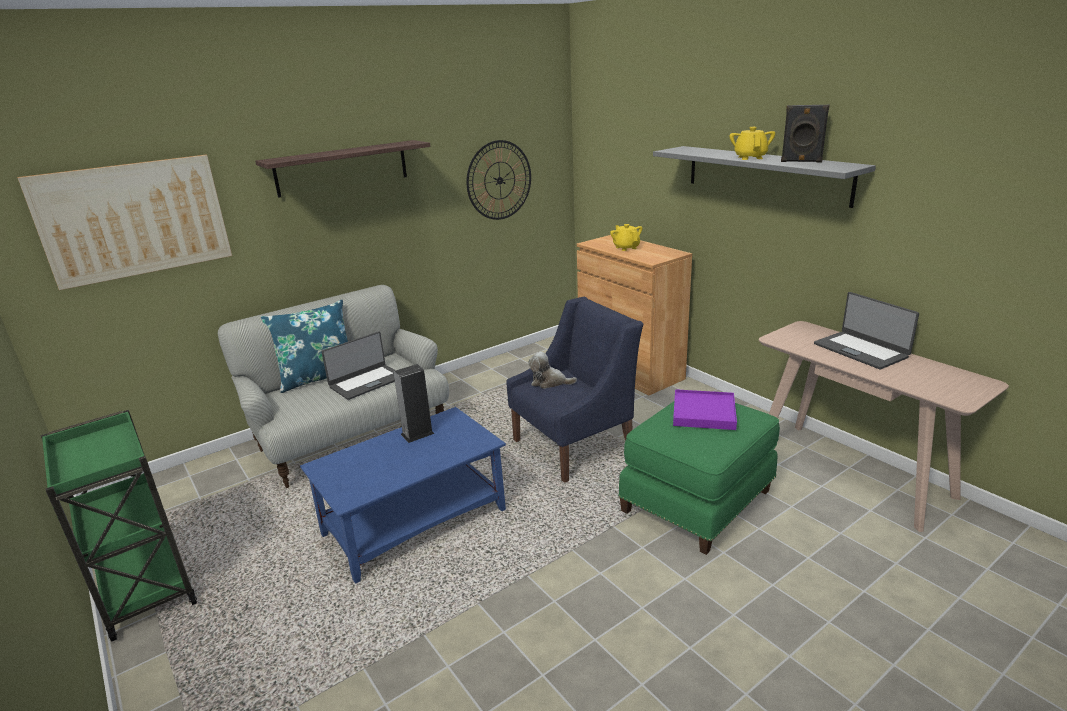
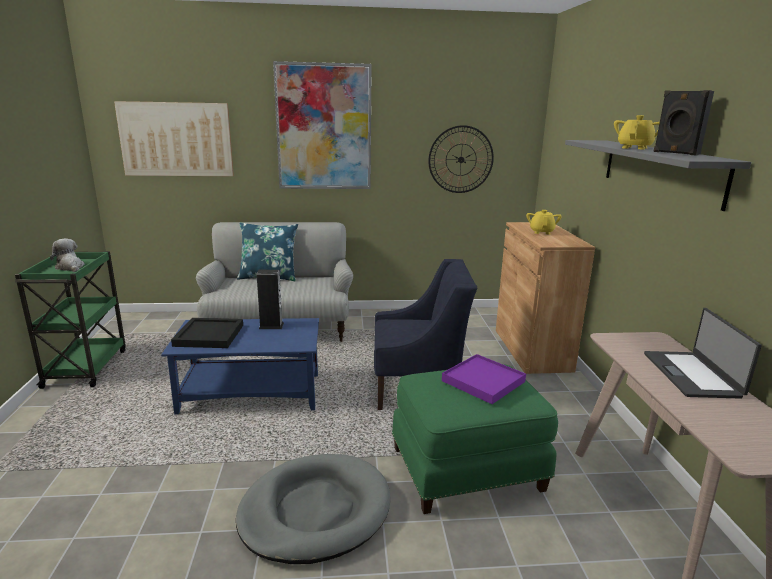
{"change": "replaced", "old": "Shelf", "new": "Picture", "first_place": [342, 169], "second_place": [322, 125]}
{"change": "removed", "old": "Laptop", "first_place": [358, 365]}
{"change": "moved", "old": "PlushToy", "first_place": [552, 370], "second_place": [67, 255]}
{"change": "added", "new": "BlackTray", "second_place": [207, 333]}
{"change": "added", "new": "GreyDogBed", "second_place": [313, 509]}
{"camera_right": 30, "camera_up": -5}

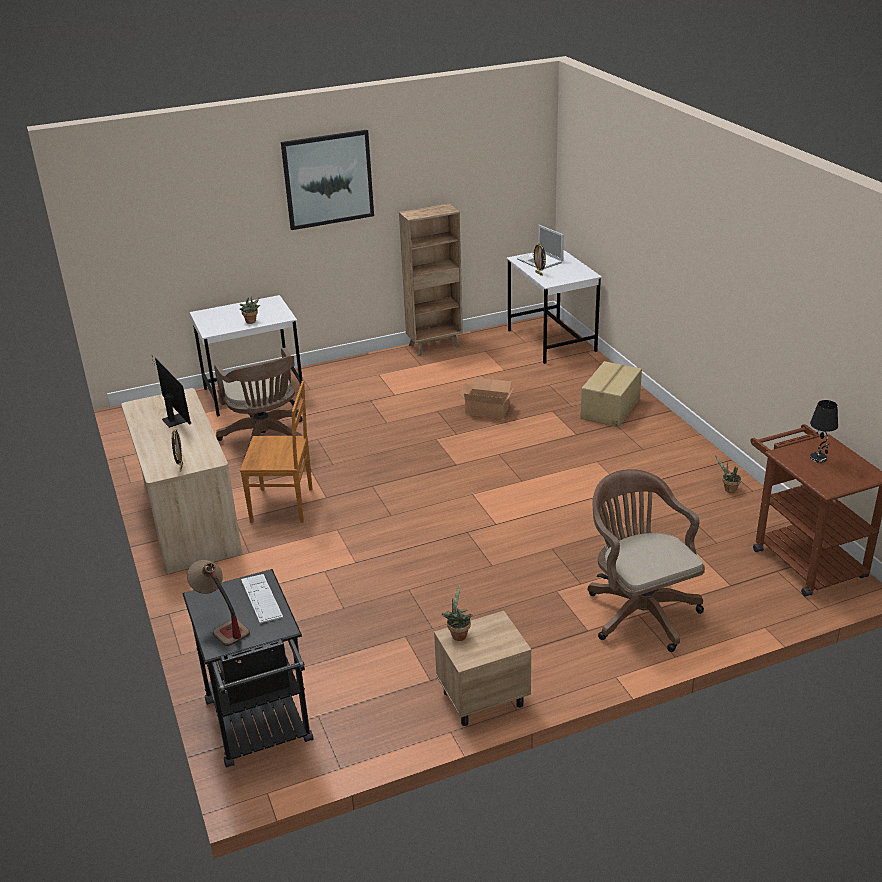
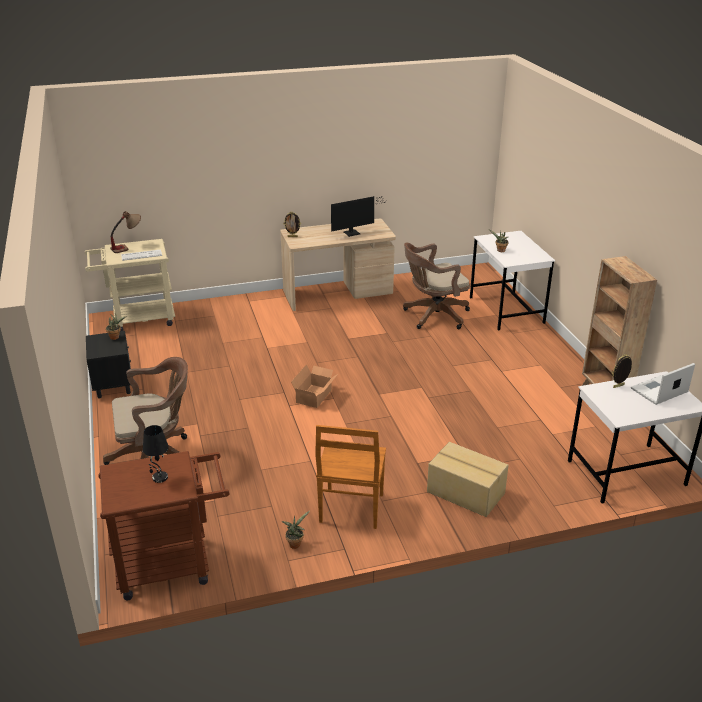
{"change": "removed", "old": "Picture", "first_place": [327, 180]}
{"change": "moved", "old": "CardboardBox", "first_place": [486, 398], "second_place": [315, 386]}
{"change": "moved", "old": "BrownChair", "first_place": [276, 452], "second_place": [350, 477]}
{"change": "recoloured", "old": "BlackCart", "new": "BeigeCart", "first_place": [247, 668], "second_place": [130, 285]}
{"change": "recoloured", "old": "BeigeNightstand", "new": "BlackNightstand", "first_place": [483, 668], "second_place": [108, 365]}
{"camera_right": 95, "camera_up": 0}

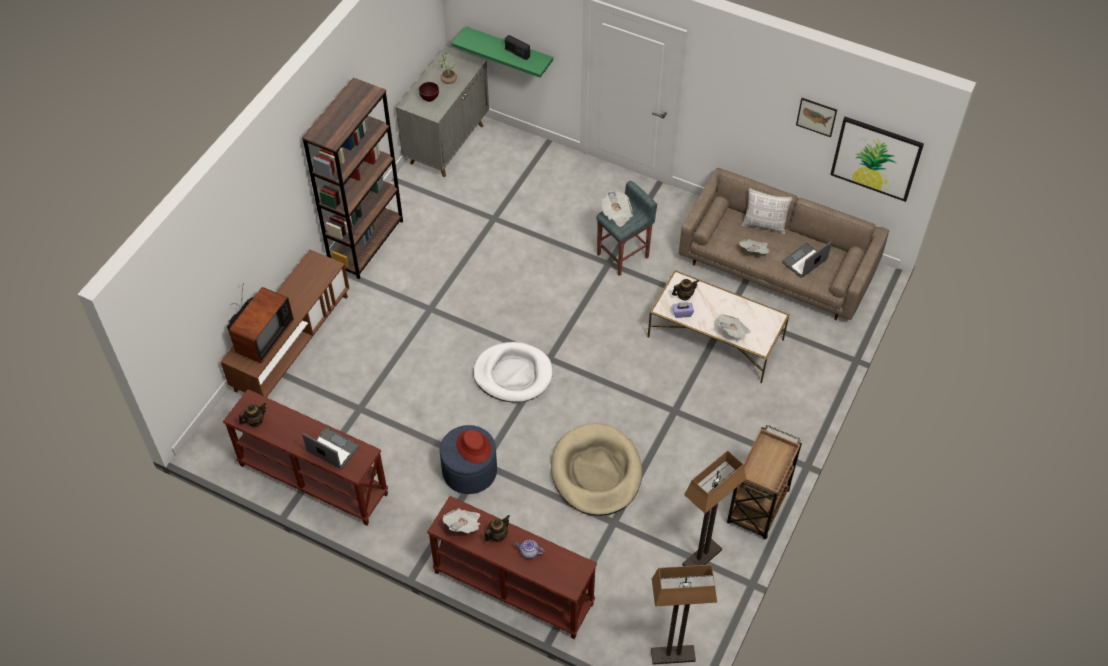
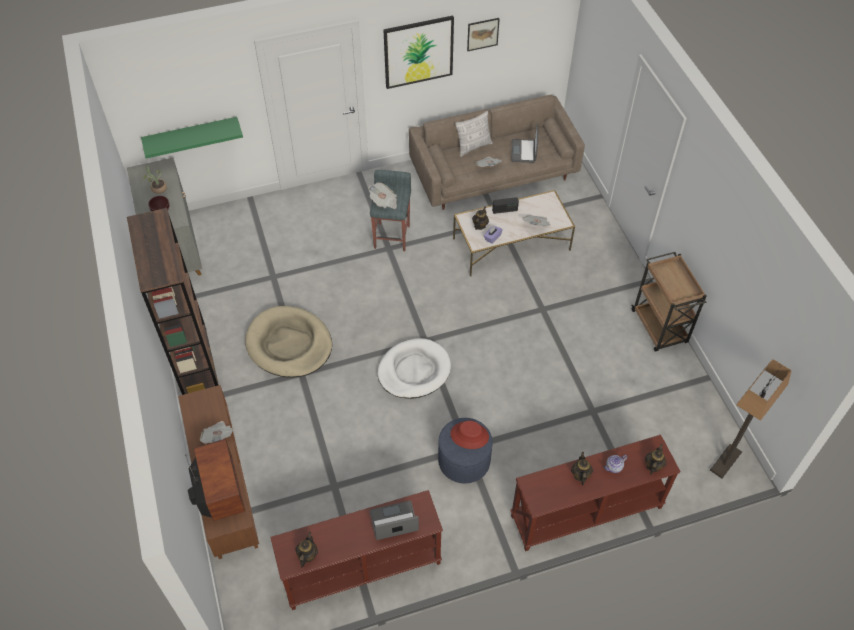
{"change": "moved", "old": "Radio", "first_place": [517, 47], "second_place": [505, 205]}
{"change": "moved", "old": "Picture", "first_place": [877, 159], "second_place": [418, 52]}
{"change": "moved", "old": "BeigeDogBed", "first_place": [596, 469], "second_place": [288, 342]}
{"change": "removed", "old": "FloorLamp", "first_place": [714, 508]}
{"change": "moved", "old": "Newspaper", "first_place": [461, 520], "second_place": [217, 432]}
{"change": "added", "new": "Teapot", "second_place": [656, 459]}
{"camera_right": -45, "camera_up": 0}

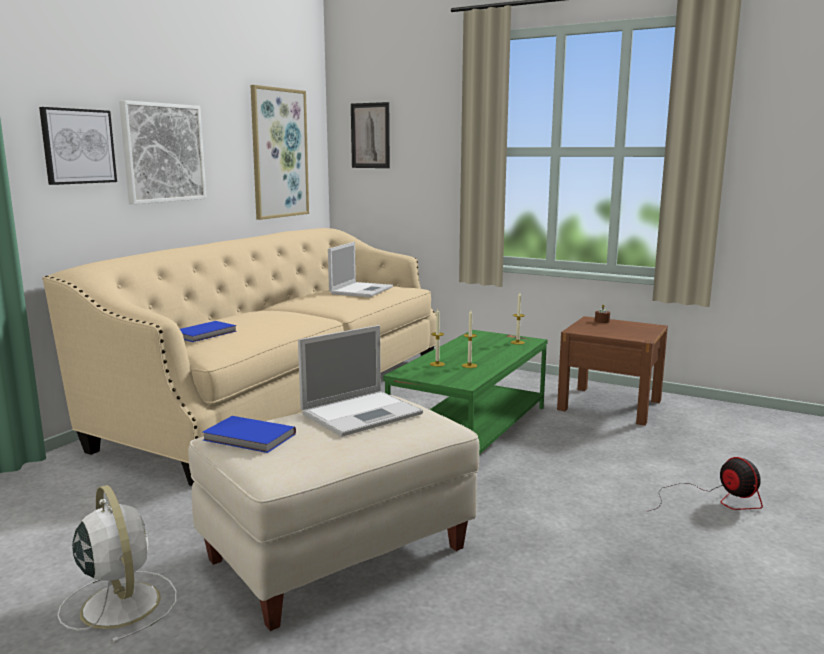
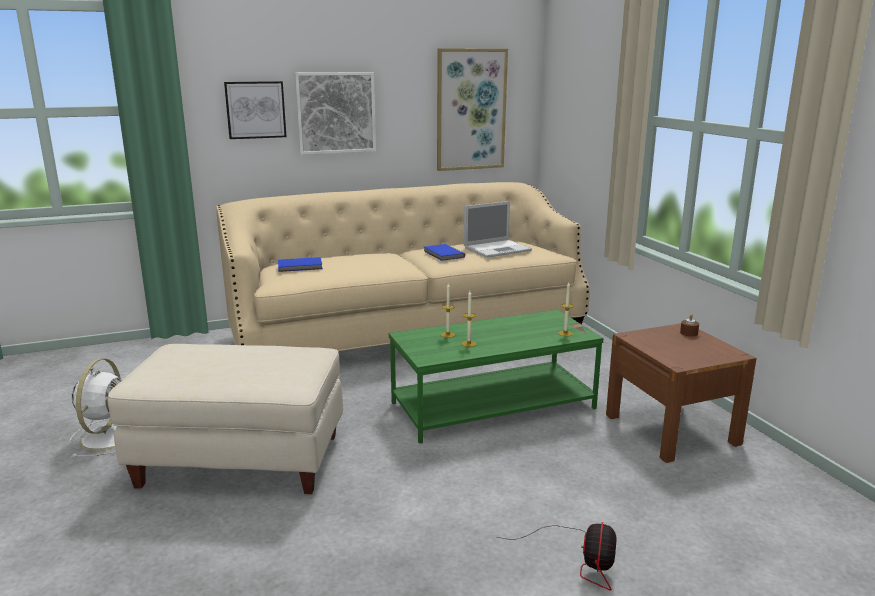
{"change": "removed", "old": "Picture", "first_place": [370, 135]}
{"change": "removed", "old": "Laptop", "first_place": [360, 381]}
{"change": "moved", "old": "BlueBook", "first_place": [249, 434], "second_place": [444, 252]}
{"camera_right": 40, "camera_up": 5}

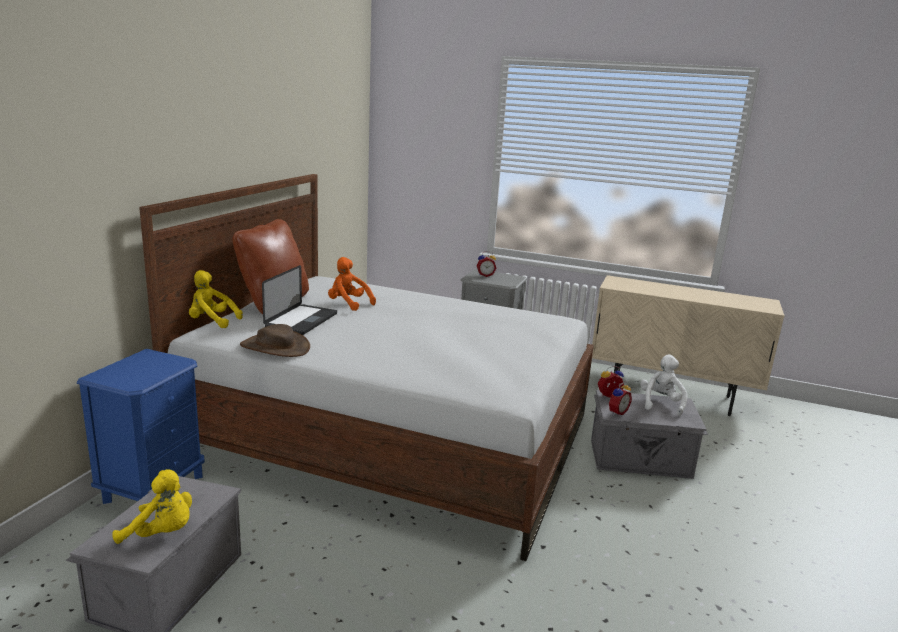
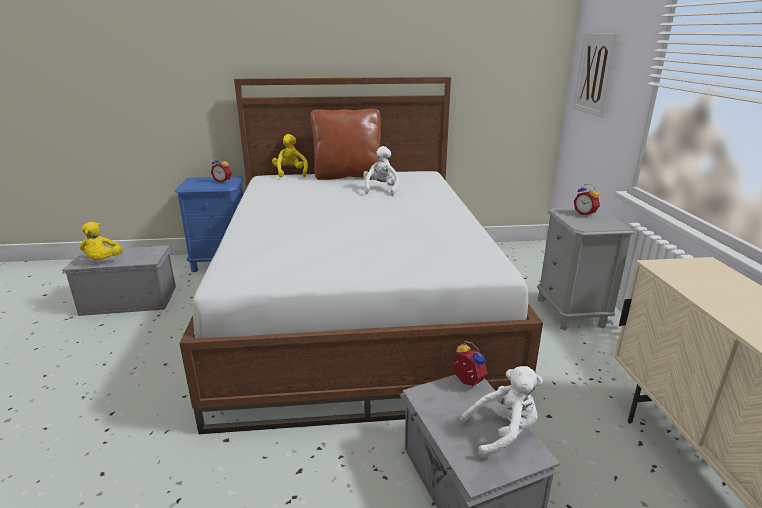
{"change": "recoloured", "old": "OrangePlushToy", "new": "WhitePlushToy", "first_place": [352, 284], "second_place": [381, 171]}
{"change": "removed", "old": "Laptop", "first_place": [299, 300]}
{"change": "removed", "old": "BrownHat", "first_place": [275, 340]}
{"change": "moved", "old": "AlarmClock", "first_place": [620, 399], "second_place": [221, 169]}
{"change": "added", "new": "Picture", "second_place": [596, 75]}
{"camera_right": 65, "camera_up": 5}

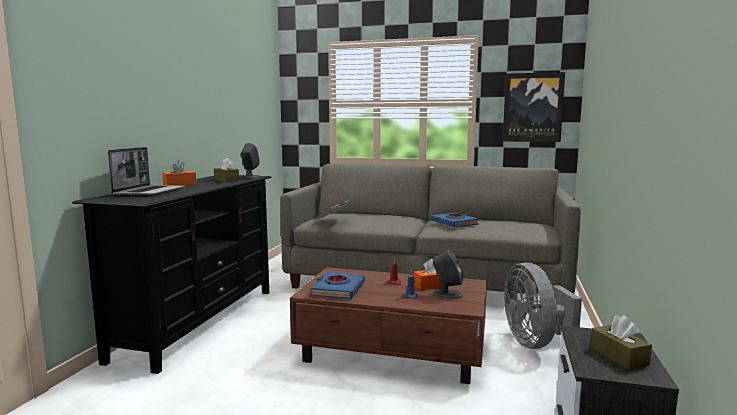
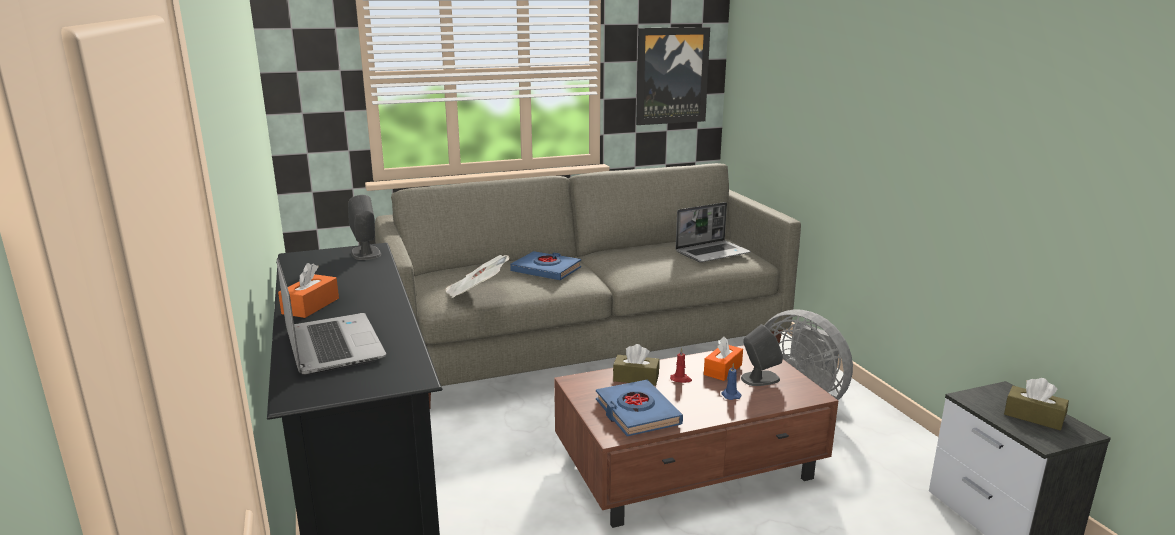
{"change": "moved", "old": "BrownTissueBox", "first_place": [226, 170], "second_place": [636, 365]}
{"change": "moved", "old": "BlueBook", "first_place": [454, 220], "second_place": [545, 265]}
{"change": "added", "new": "Laptop", "second_place": [713, 232]}
{"camera_right": -35, "camera_up": 10}

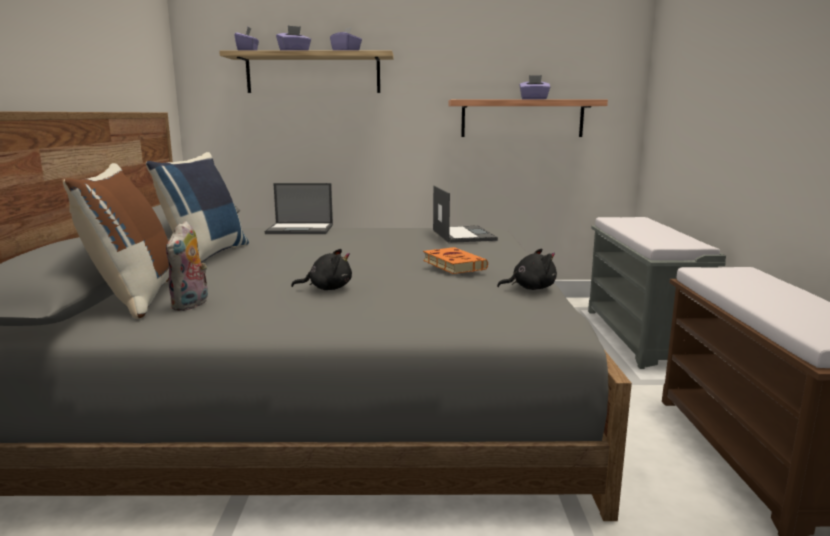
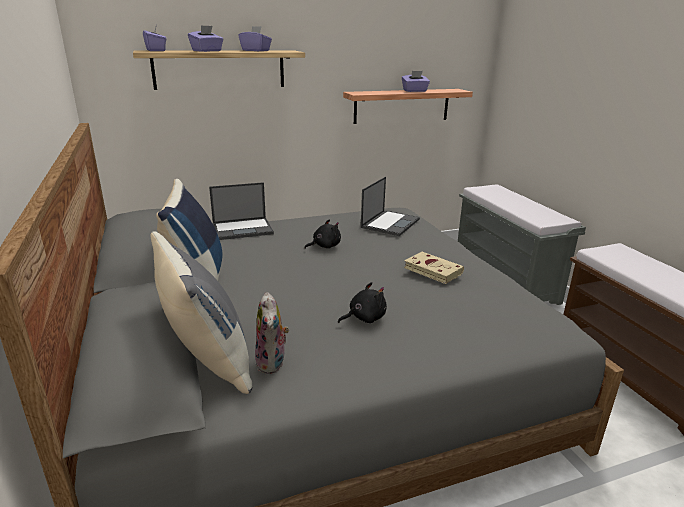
{"change": "recoloured", "old": "BrownPillow", "new": "GreyPillow", "first_place": [116, 241], "second_place": [201, 313]}
{"change": "turned", "old": "Laptop", "first_place": [465, 214], "second_place": [390, 206], "degrees": 60}
{"change": "recoloured", "old": "OrangeBook", "new": "BeigeBook", "first_place": [455, 260], "second_place": [434, 268]}
{"change": "moved", "old": "BlackPlushToy", "first_place": [527, 269], "second_place": [322, 234]}
{"camera_right": -20, "camera_up": 10}

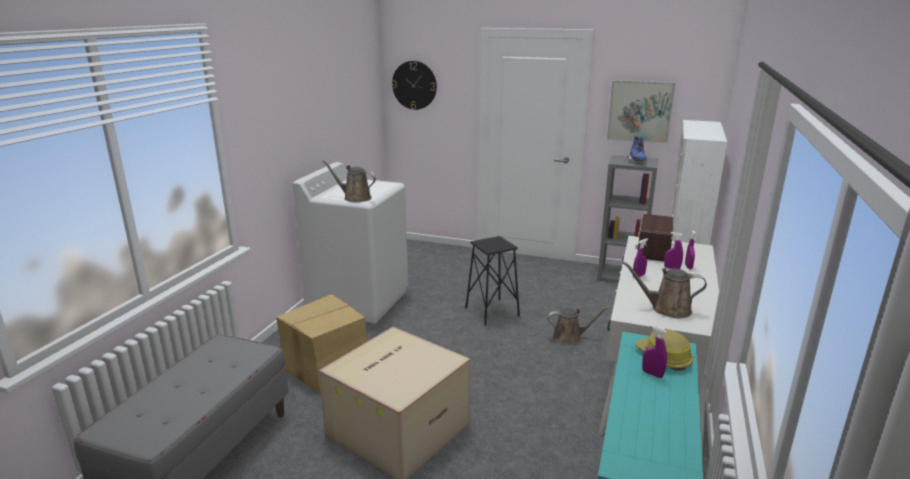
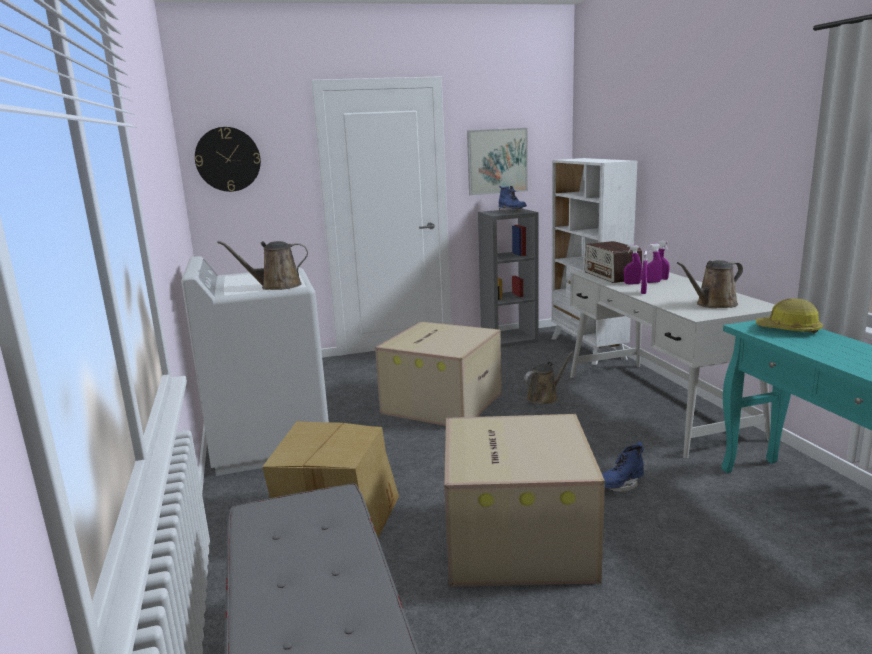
{"change": "replaced", "old": "BlackStool", "new": "CardboardBox", "first_place": [492, 281], "second_place": [438, 373]}
{"change": "moved", "old": "PurpleSprayBottle", "first_place": [654, 351], "second_place": [633, 264]}
{"change": "added", "new": "BlueBoot", "second_place": [623, 467]}
{"camera_right": -35, "camera_up": -5}

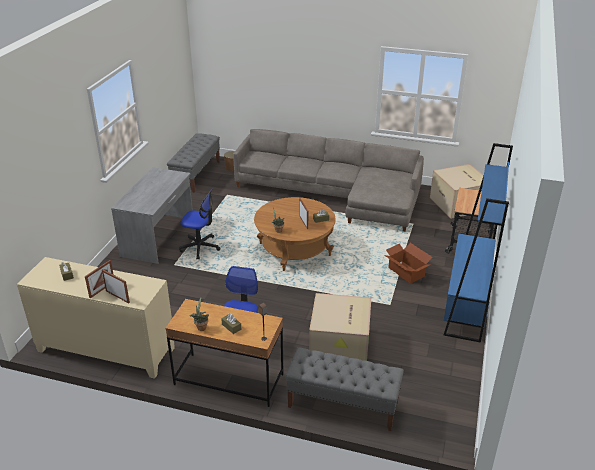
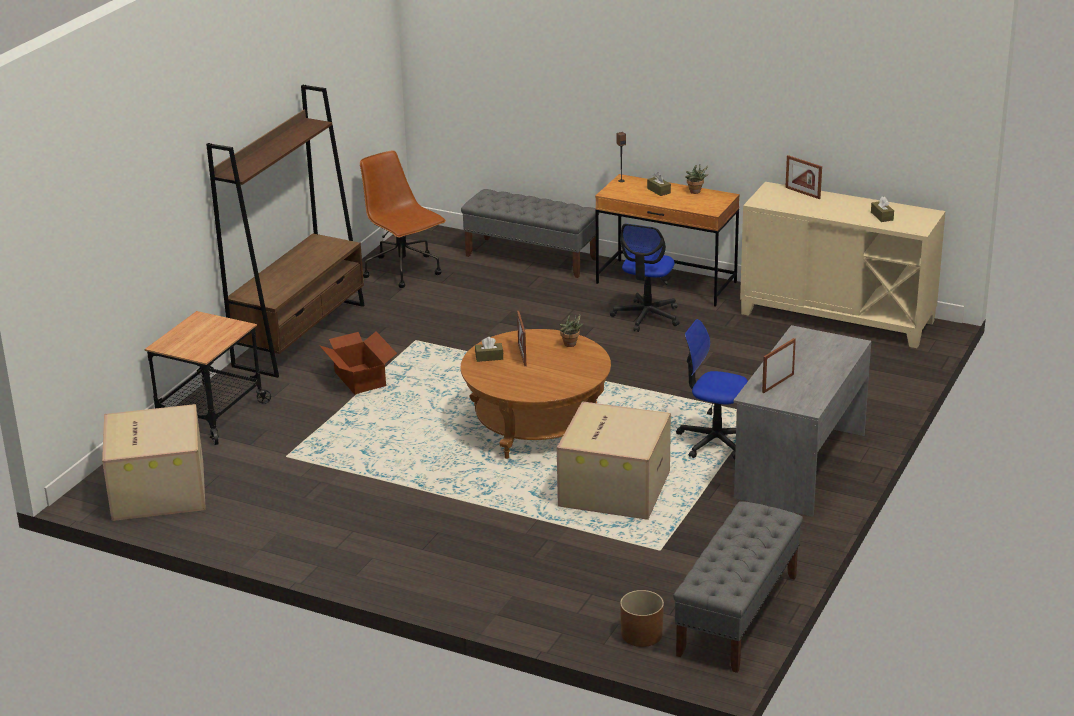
{"change": "removed", "old": "GreySofa", "first_place": [328, 180]}
{"change": "recoloured", "old": "BlueBookcase", "new": "BrownBookcase", "first_place": [478, 243], "second_place": [285, 231]}
{"change": "moved", "old": "PictureFrame", "first_place": [99, 279], "second_place": [779, 365]}
{"change": "moved", "old": "CardboardBox", "first_place": [340, 327], "second_place": [614, 460]}
{"change": "added", "new": "BrownOfficeChair", "second_place": [403, 219]}
{"camera_right": -170, "camera_up": -5}

